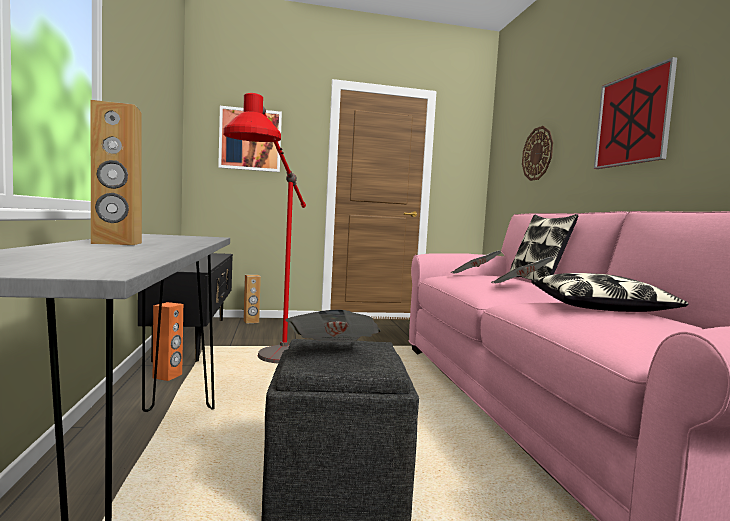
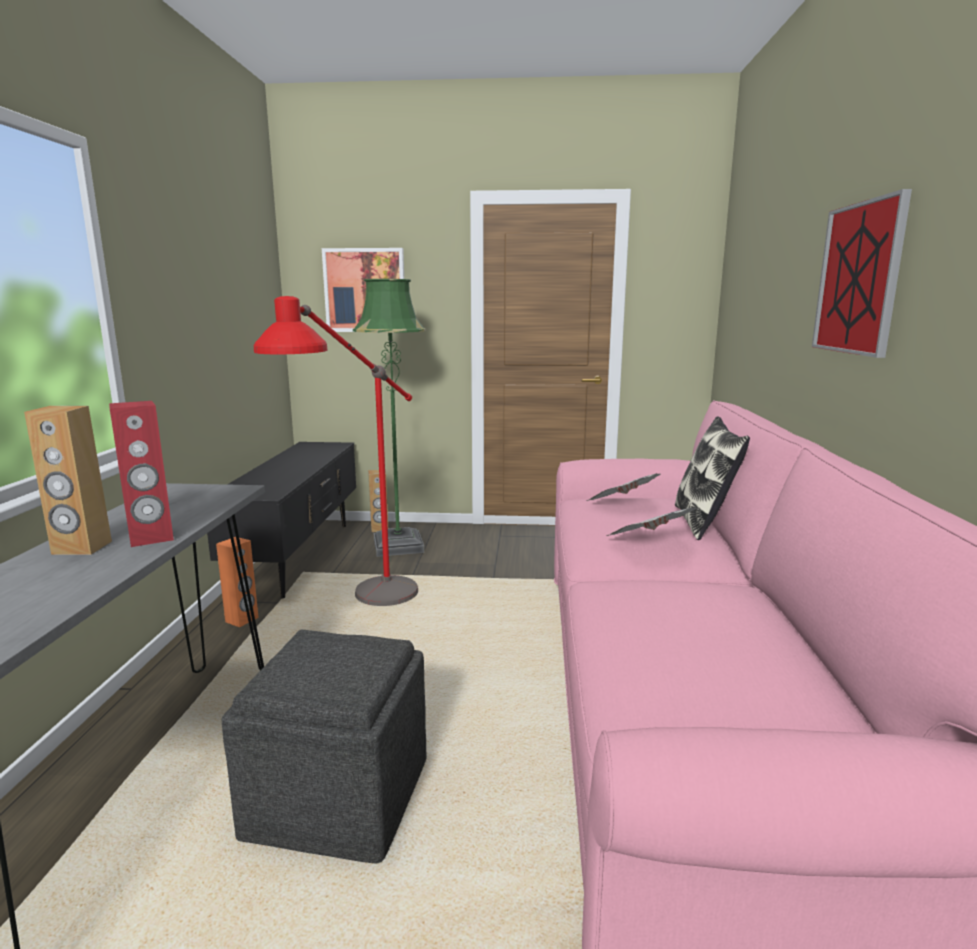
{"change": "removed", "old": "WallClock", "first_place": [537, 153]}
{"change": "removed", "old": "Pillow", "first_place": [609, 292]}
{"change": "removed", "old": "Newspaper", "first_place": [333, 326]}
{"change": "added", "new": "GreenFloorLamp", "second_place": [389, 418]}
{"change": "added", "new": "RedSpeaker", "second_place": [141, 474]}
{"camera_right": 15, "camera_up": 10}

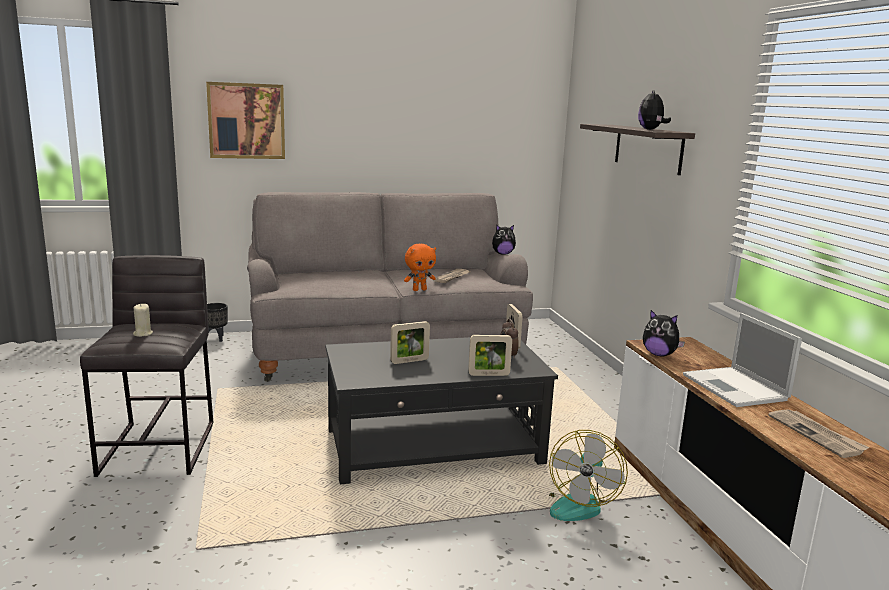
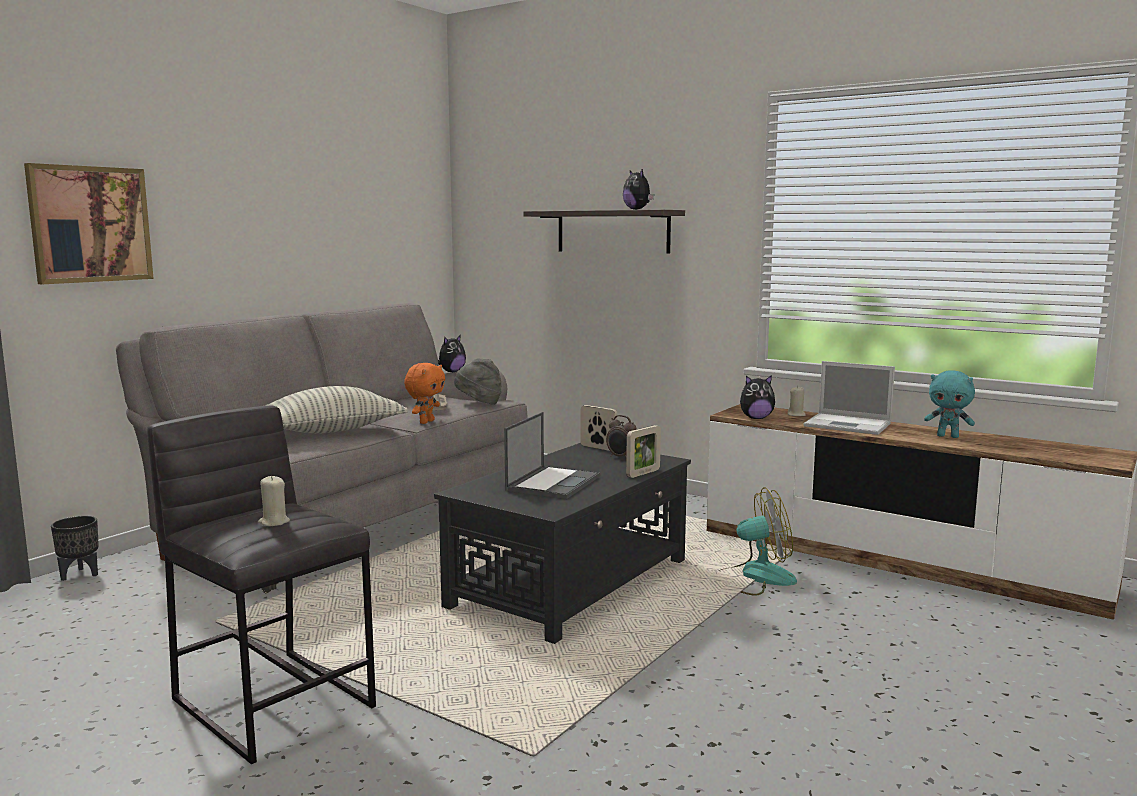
{"change": "replaced", "old": "PictureFrame", "new": "Laptop", "first_place": [410, 342], "second_place": [552, 455]}
{"change": "replaced", "old": "Newspaper", "new": "TurquoisePlushToy", "first_place": [819, 433], "second_place": [949, 404]}
{"change": "turned", "old": "Fan", "first_place": [588, 475], "second_place": [756, 541], "degrees": -75}
{"change": "added", "new": "GreyHat", "second_place": [478, 381]}
{"change": "added", "new": "Pillow", "second_place": [336, 410]}
{"change": "added", "new": "BeigeCandle", "second_place": [797, 401]}
{"camera_right": -40, "camera_up": -5}

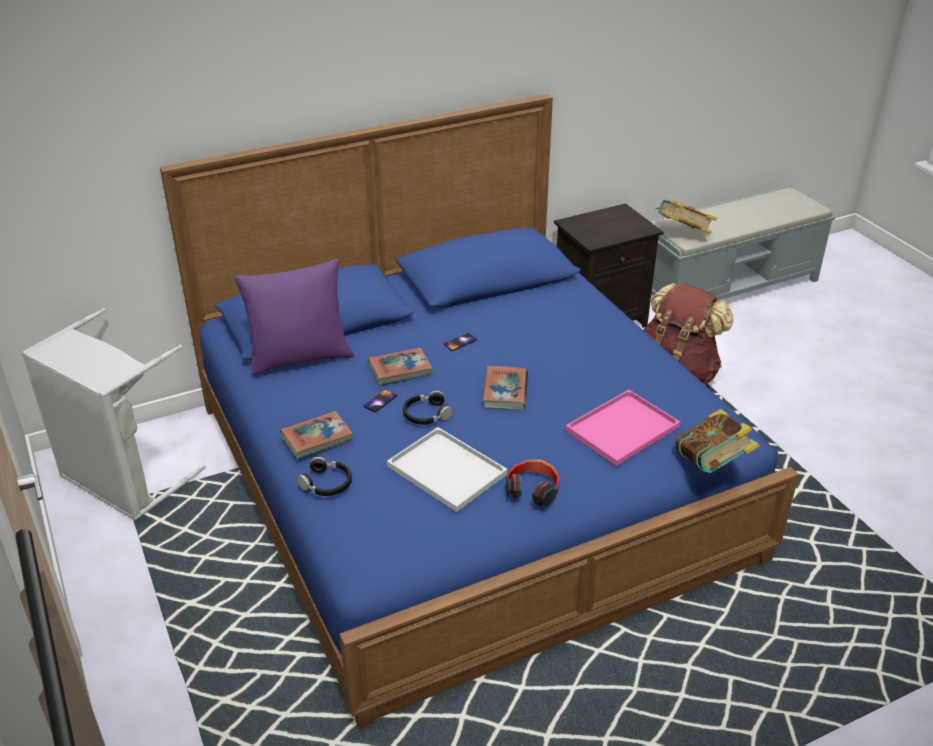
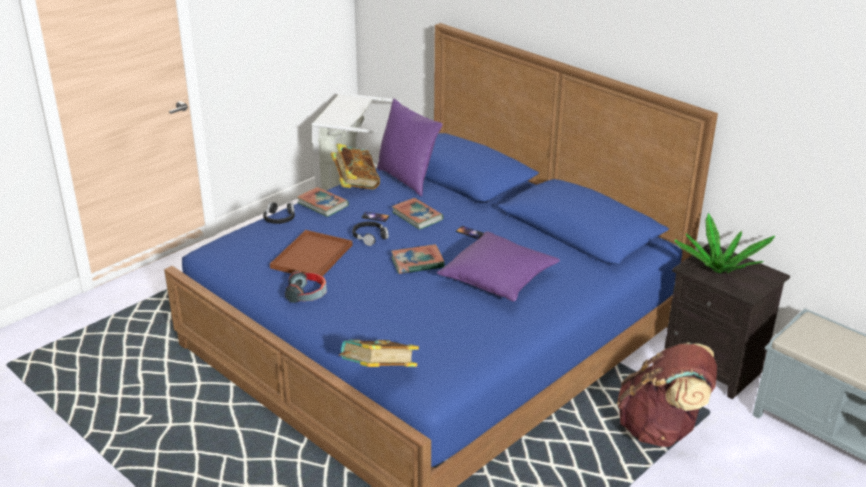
{"change": "moved", "old": "Book", "first_place": [686, 216], "second_place": [355, 166]}
{"change": "removed", "old": "PinkTray", "first_place": [622, 428]}
{"change": "recoloured", "old": "WhiteTray", "new": "BrownTray", "first_place": [447, 469], "second_place": [311, 253]}
{"change": "added", "new": "PottedPlant", "second_place": [725, 243]}
{"change": "added", "new": "PurplePillow", "second_place": [498, 266]}
{"camera_right": 70, "camera_up": -5}

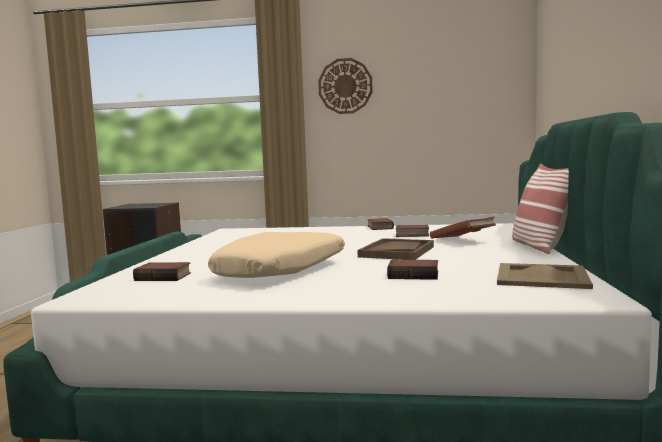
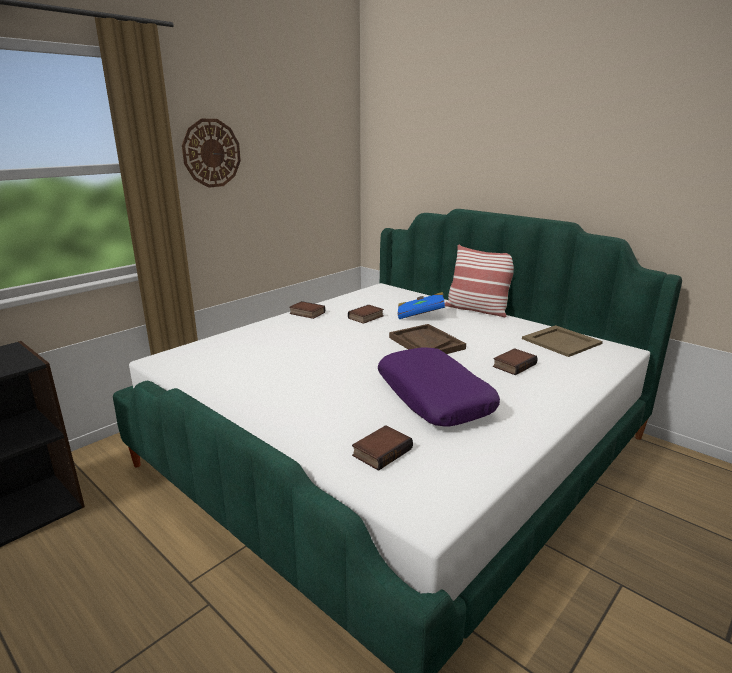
{"change": "recoloured", "old": "BrownBook", "new": "BlueBook", "first_place": [463, 227], "second_place": [421, 305]}
{"change": "recoloured", "old": "BeigePillow", "new": "PurplePillow", "first_place": [276, 255], "second_place": [439, 386]}
{"camera_right": -55, "camera_up": 15}

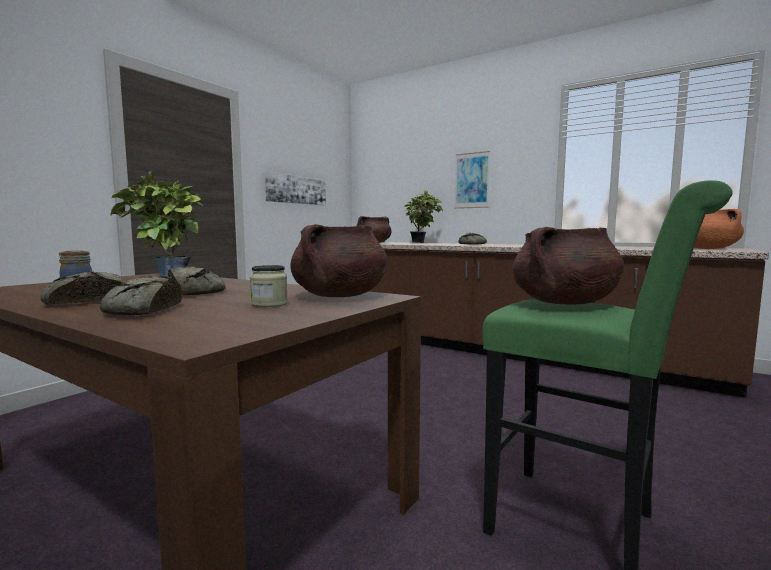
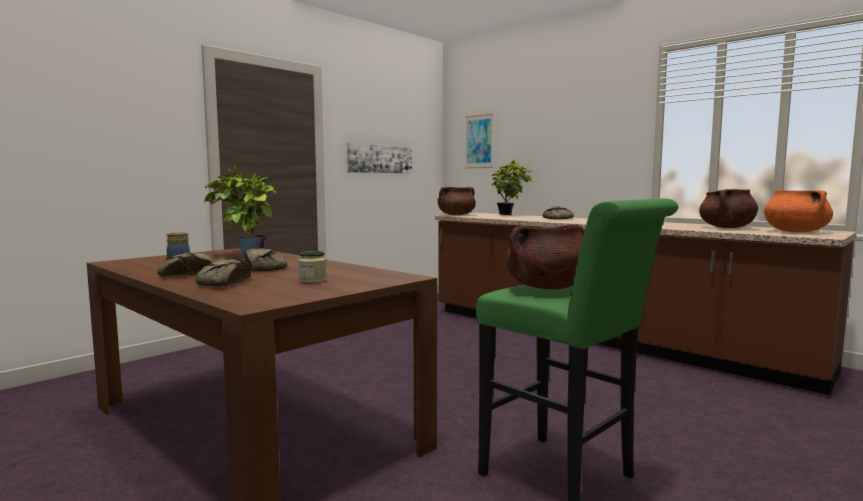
{"change": "moved", "old": "Picture", "first_place": [472, 180], "second_place": [479, 141]}
{"change": "moved", "old": "BrownCookingPot", "first_place": [338, 260], "second_place": [728, 208]}
{"camera_right": 10, "camera_up": 0}

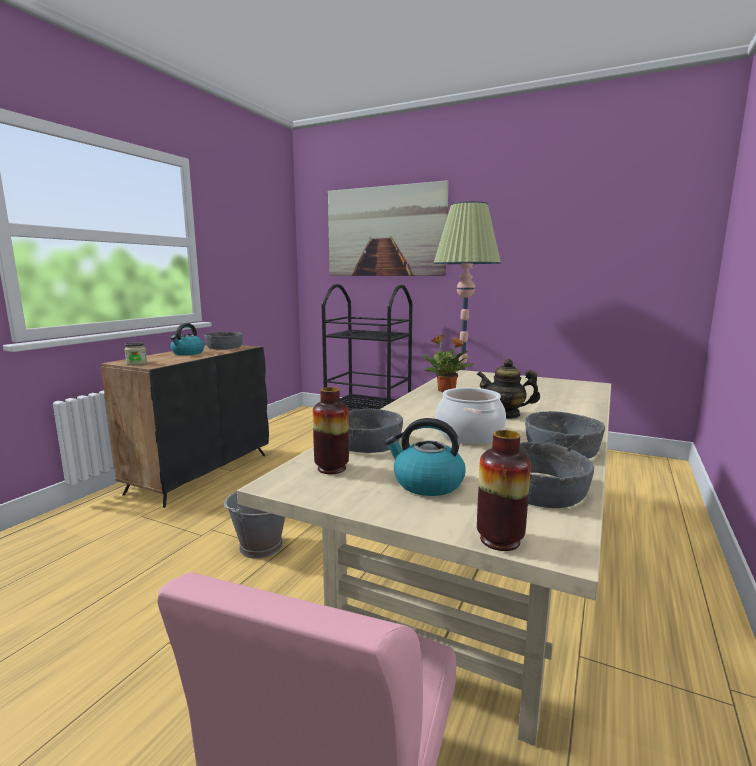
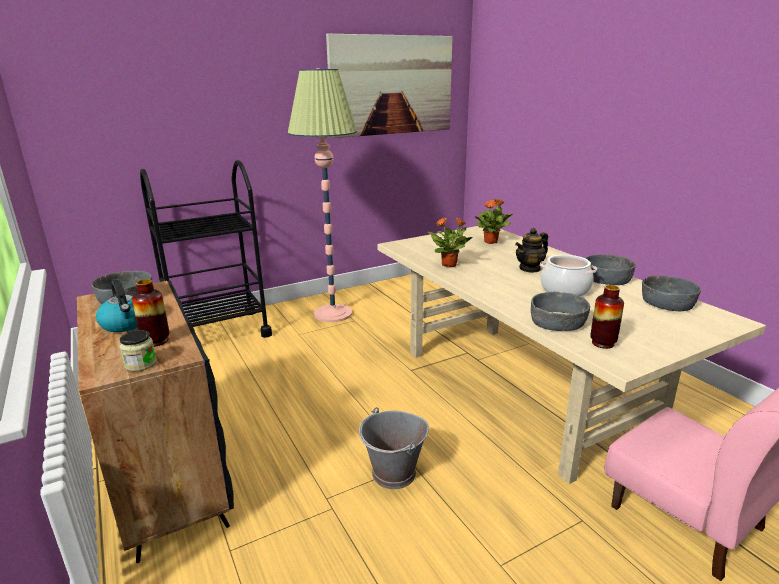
{"change": "moved", "old": "Picture", "first_place": [388, 228], "second_place": [389, 85]}
{"change": "removed", "old": "Kettle", "first_place": [425, 457]}
{"change": "moved", "old": "Vase", "first_place": [504, 490], "second_place": [150, 313]}
{"change": "added", "new": "PottedPlant", "second_place": [494, 221]}
{"camera_right": -55, "camera_up": 10}

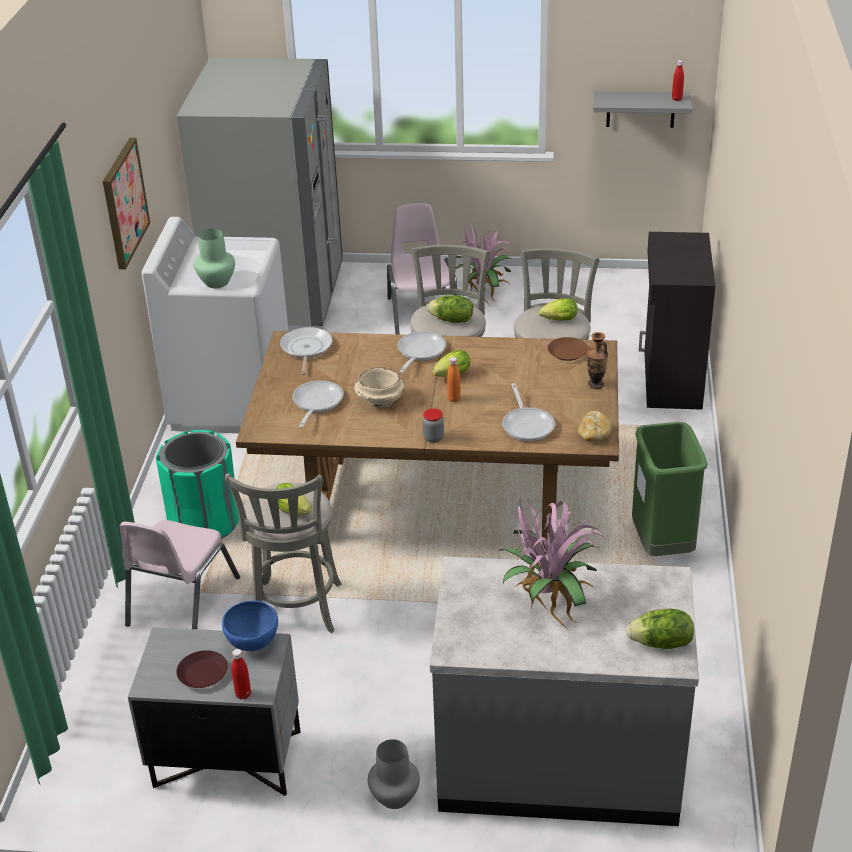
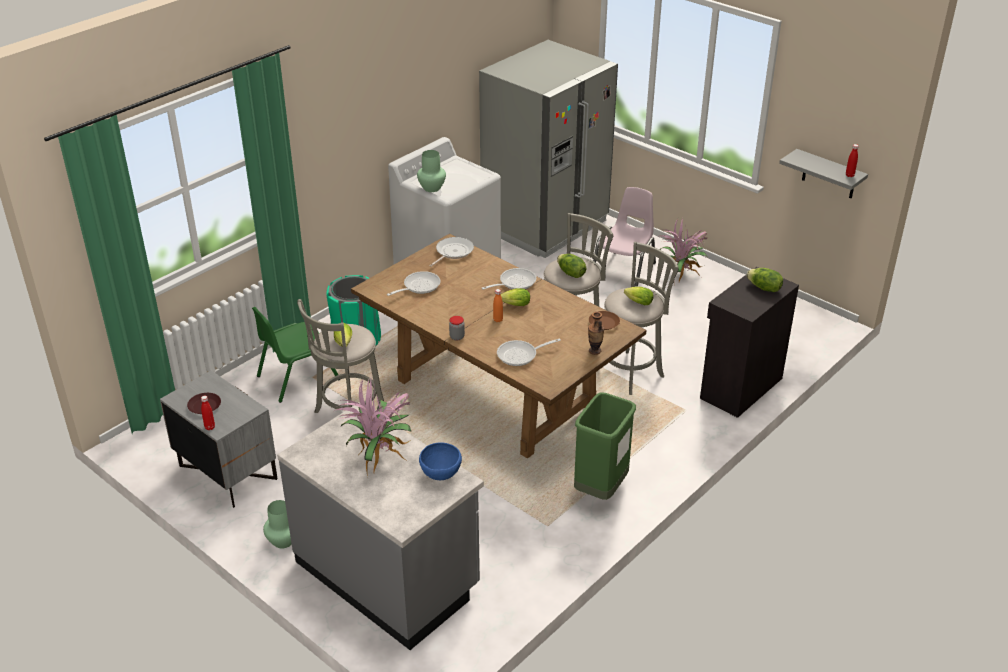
{"change": "removed", "old": "Picture", "first_place": [126, 203]}
{"change": "removed", "old": "BeigeBowl", "first_place": [379, 387]}
{"change": "turned", "old": "FryingPan", "first_place": [528, 412], "second_place": [529, 352], "degrees": 45}
{"change": "removed", "old": "Bread", "first_place": [595, 426]}
{"change": "recoloured", "old": "PinkChair", "new": "GreenChair", "first_place": [179, 574], "second_place": [296, 355]}
{"change": "moved", "old": "BlueBowl", "first_place": [250, 626], "second_place": [440, 461]}
{"change": "moved", "old": "Lettuce", "first_place": [660, 629], "second_place": [765, 280]}
{"change": "recoloured", "old": "GreyVase", "new": "GreenVase", "first_place": [394, 774], "second_place": [277, 524]}
{"camera_right": 35, "camera_up": 0}

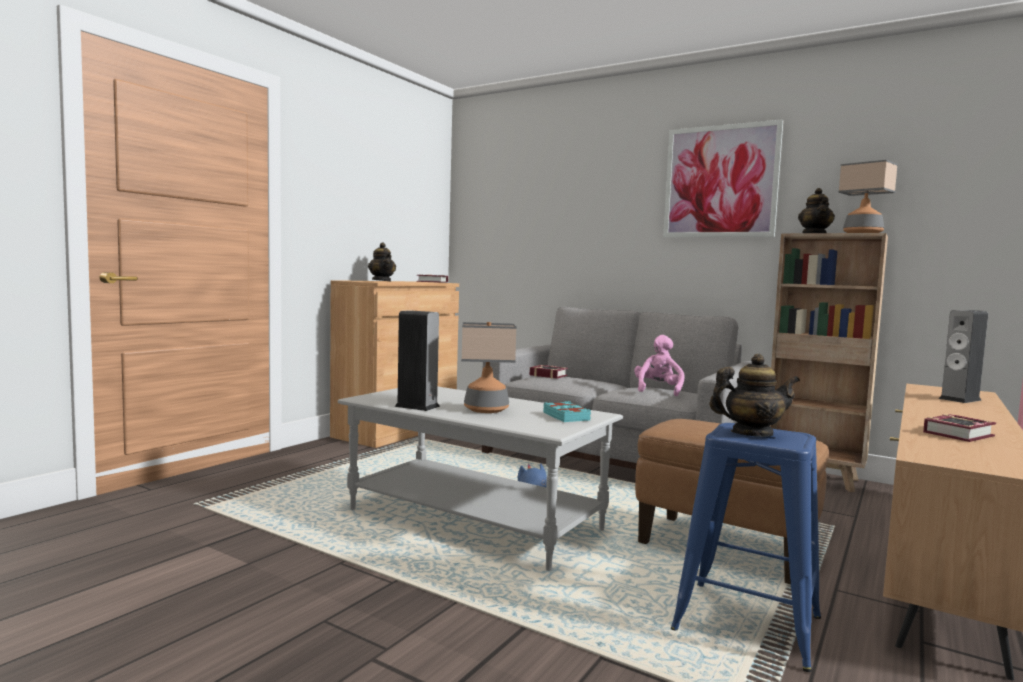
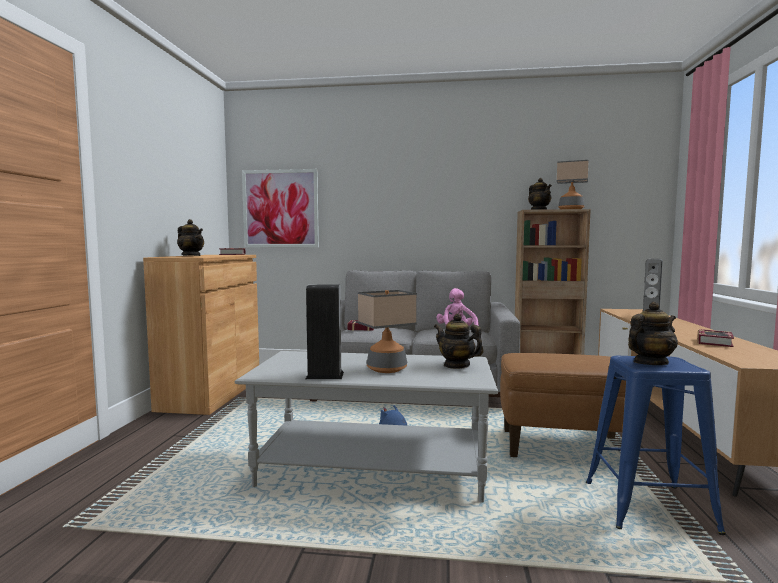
{"change": "moved", "old": "Picture", "first_place": [723, 178], "second_place": [280, 208]}
{"change": "replaced", "old": "TurquoiseBook", "new": "Teapot", "first_place": [567, 411], "second_place": [459, 341]}
{"camera_right": -25, "camera_up": 0}

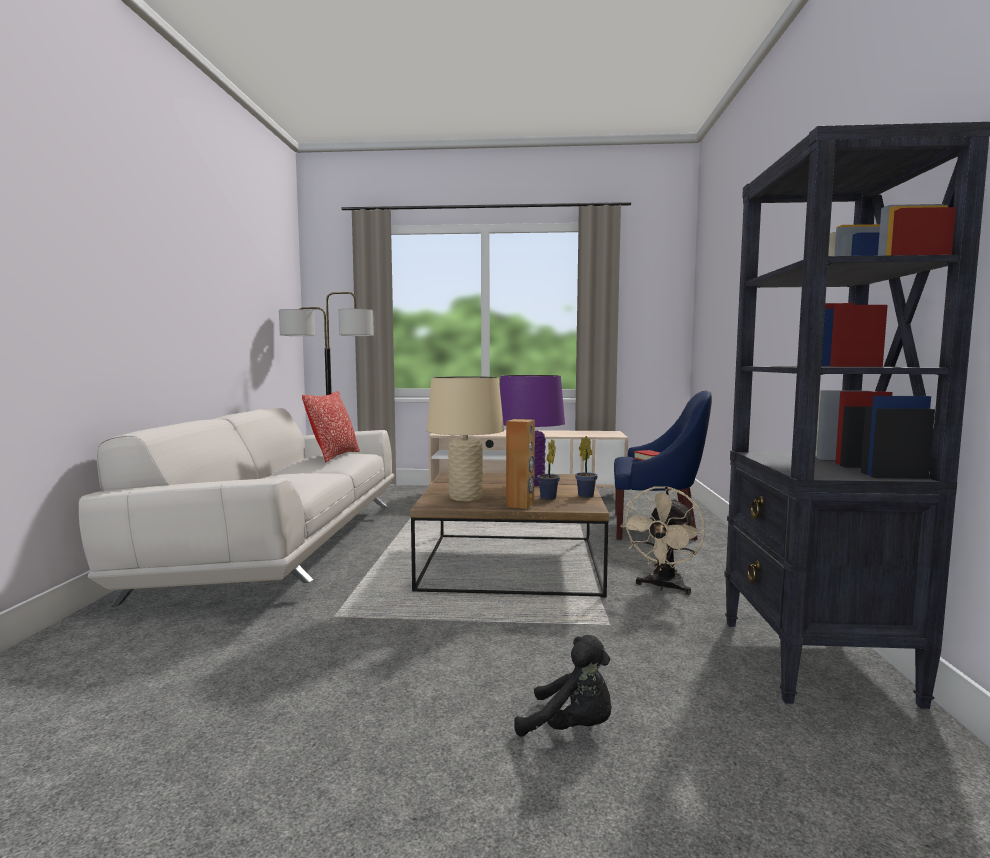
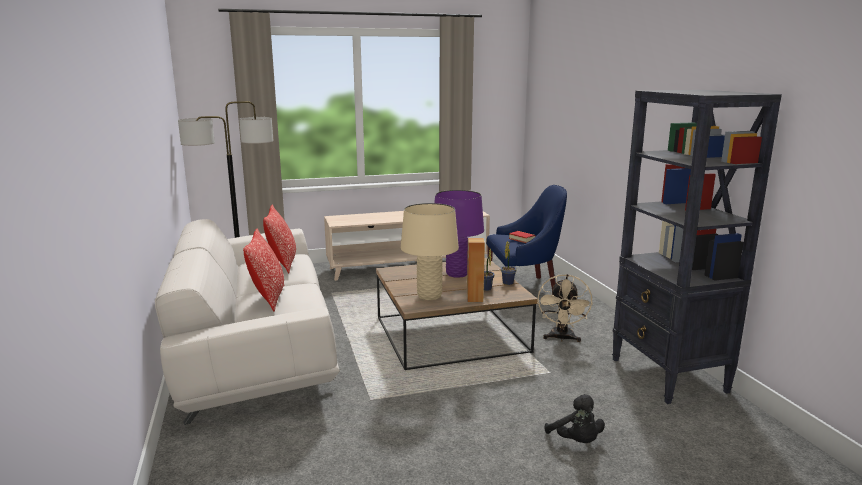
{"change": "turned", "old": "BlackPlushToy", "first_place": [563, 686], "second_place": [575, 418], "degrees": 60}
{"change": "added", "new": "Pillow", "second_place": [263, 270]}
{"camera_right": -20, "camera_up": 10}

